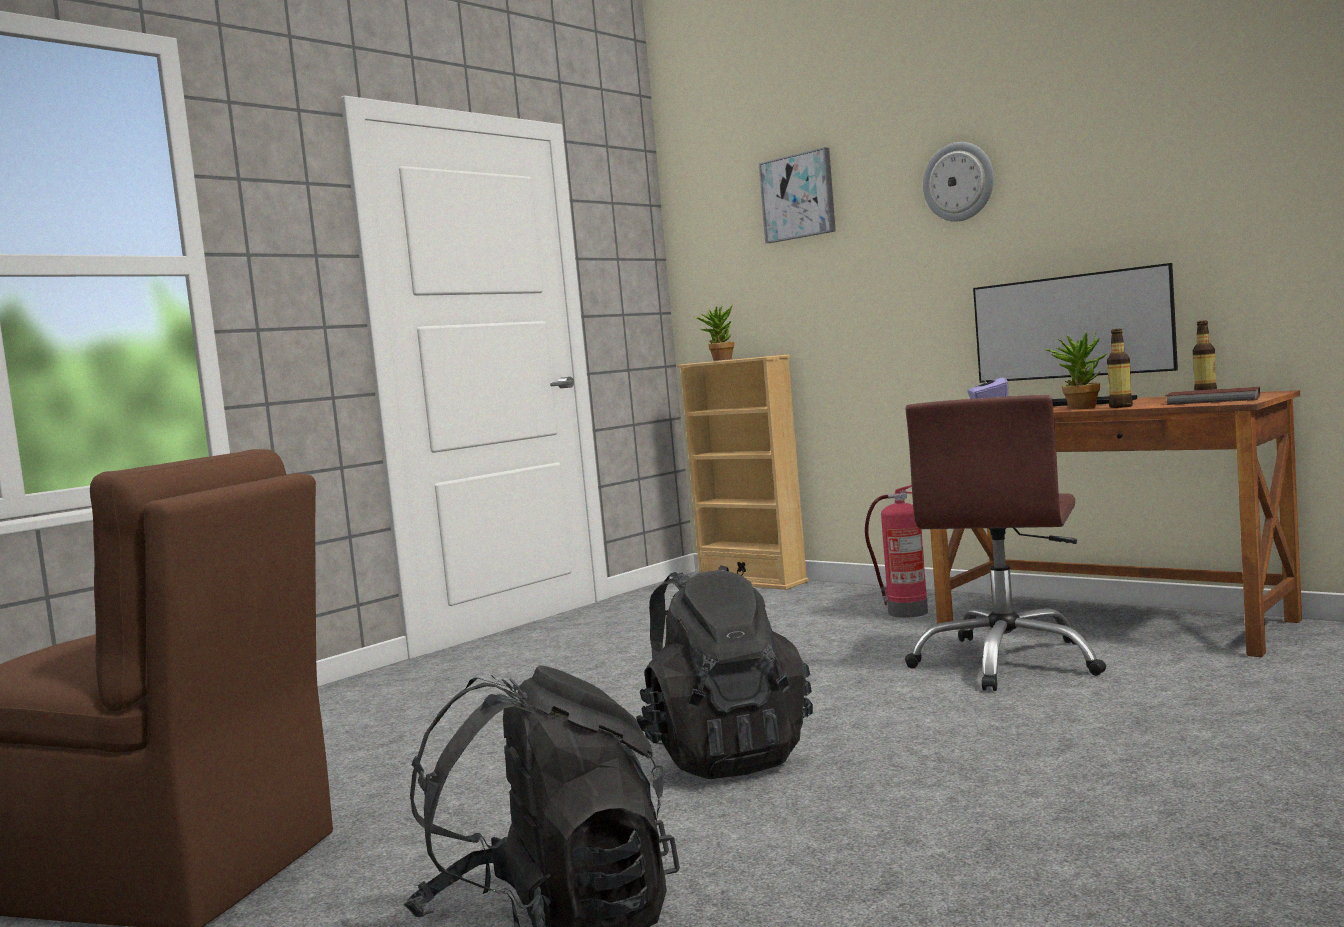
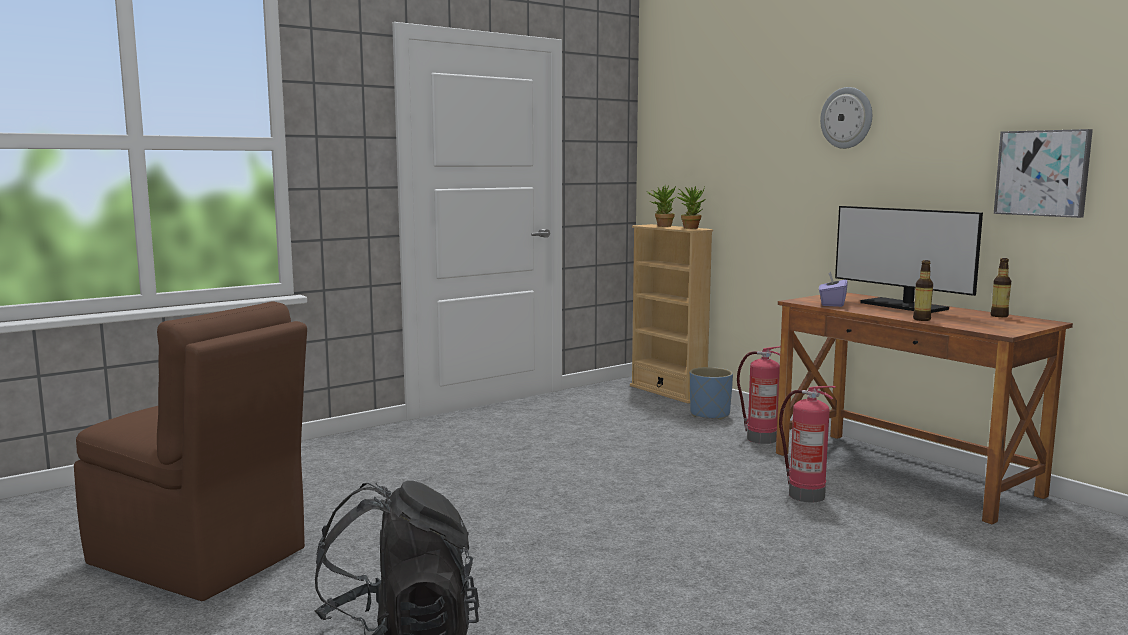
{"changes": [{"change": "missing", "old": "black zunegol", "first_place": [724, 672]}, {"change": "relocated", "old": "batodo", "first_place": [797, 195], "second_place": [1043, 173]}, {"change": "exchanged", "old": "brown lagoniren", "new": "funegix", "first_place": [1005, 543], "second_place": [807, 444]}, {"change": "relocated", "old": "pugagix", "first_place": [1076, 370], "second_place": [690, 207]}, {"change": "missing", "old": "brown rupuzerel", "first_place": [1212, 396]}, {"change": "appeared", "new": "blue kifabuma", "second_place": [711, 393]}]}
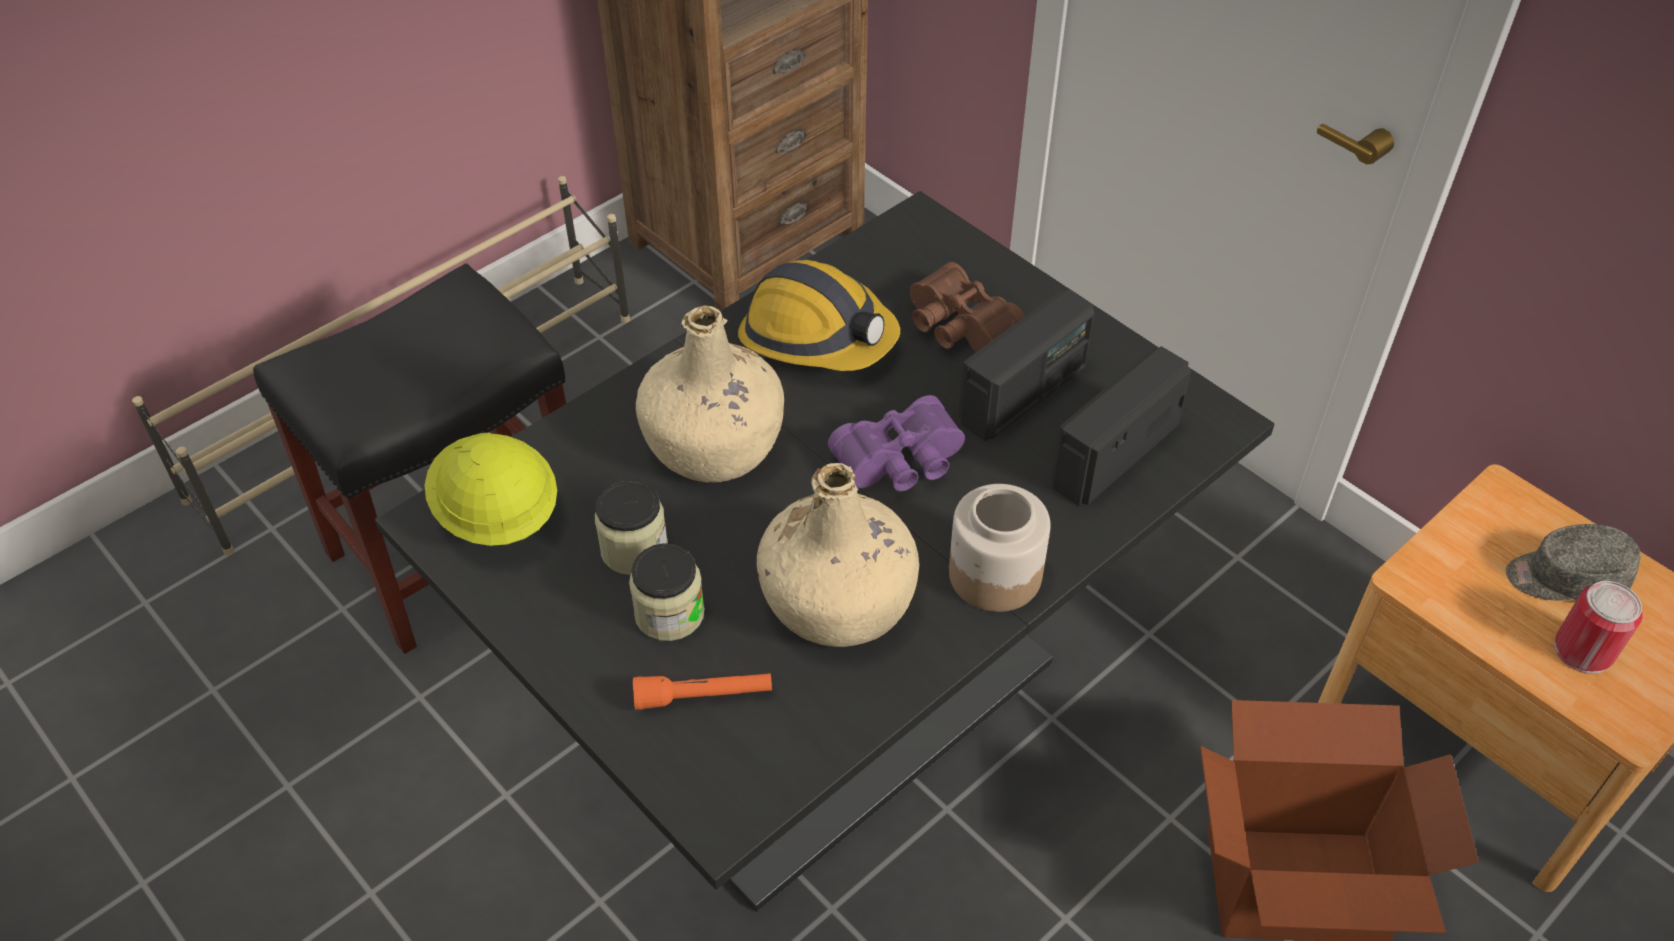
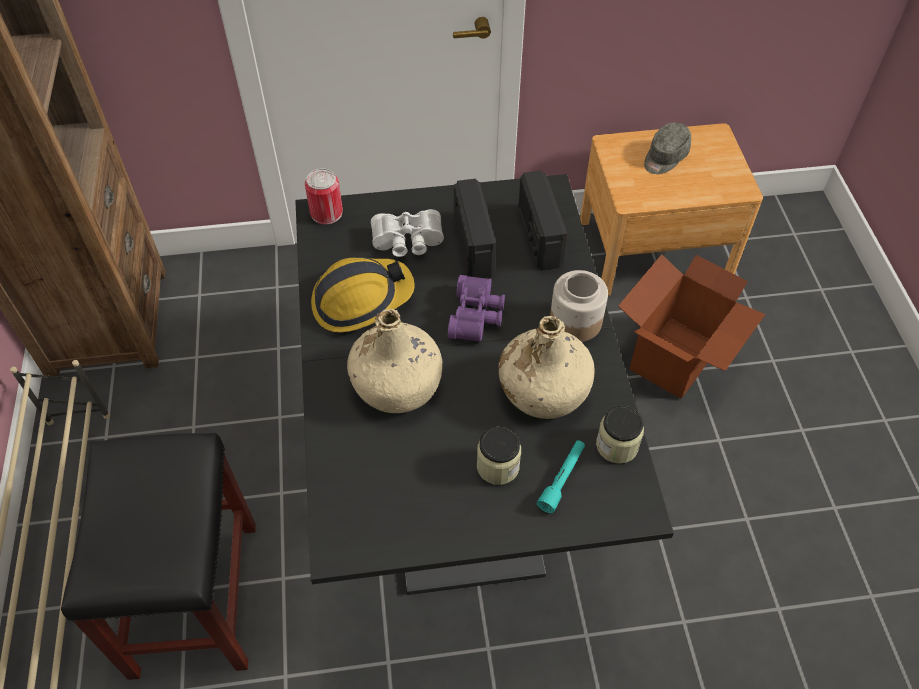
{"changes": [{"change": "missing", "old": "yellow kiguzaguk", "first_place": [491, 489]}, {"change": "relocated", "old": "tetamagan", "first_place": [631, 528], "second_place": [620, 435]}, {"change": "colour", "old": "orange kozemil", "new": "turquoise kozemil", "first_place": [702, 691], "second_place": [561, 476]}, {"change": "colour", "old": "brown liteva", "new": "white liteva", "first_place": [967, 307], "second_place": [407, 233]}, {"change": "relocated", "old": "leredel", "first_place": [1598, 627], "second_place": [324, 196]}]}
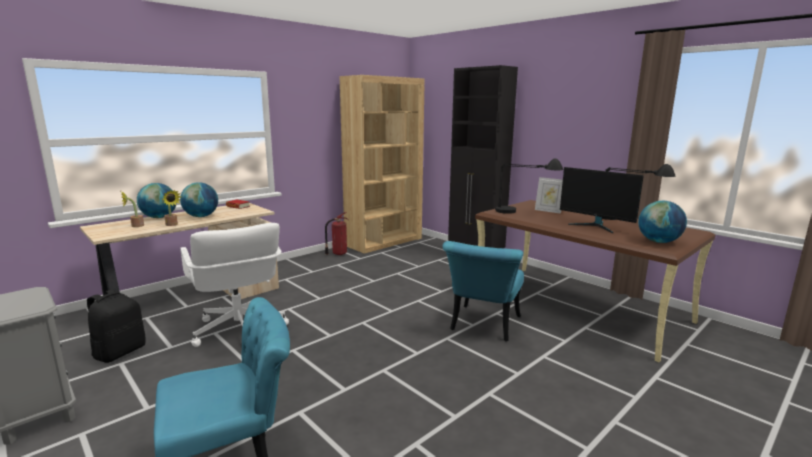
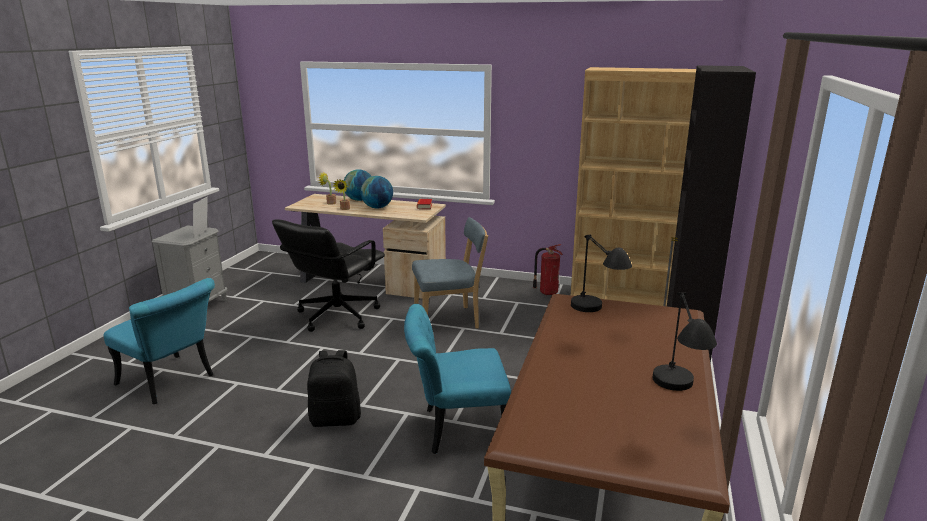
{"changes": [{"change": "relocated", "old": "black zunegol", "first_place": [116, 326], "second_place": [334, 388]}, {"change": "colour", "old": "white lagoniren", "new": "black lagoniren", "first_place": [234, 285], "second_place": [328, 275]}, {"change": "relocated", "old": "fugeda", "first_place": [549, 195], "second_place": [200, 217]}, {"change": "missing", "old": "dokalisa", "first_place": [602, 200]}, {"change": "missing", "old": "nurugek", "first_place": [662, 222]}, {"change": "appeared", "new": "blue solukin", "second_place": [450, 273]}]}
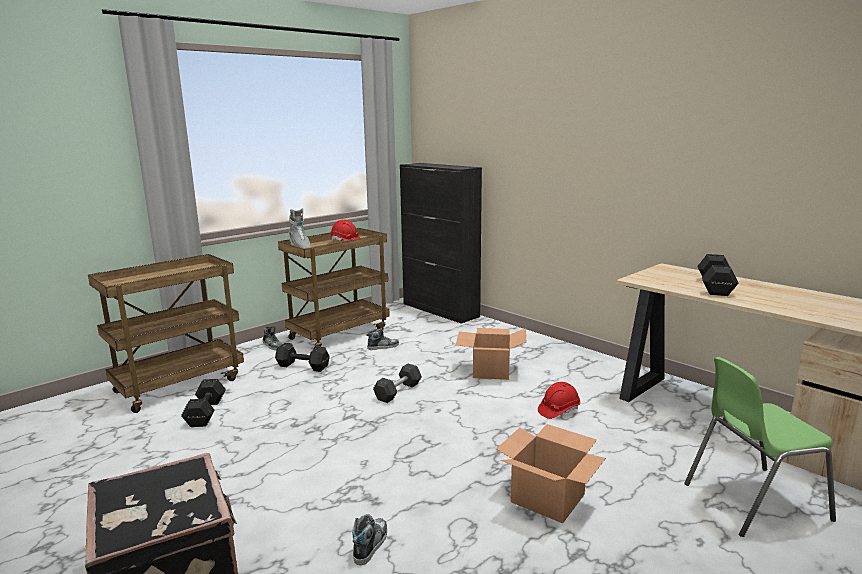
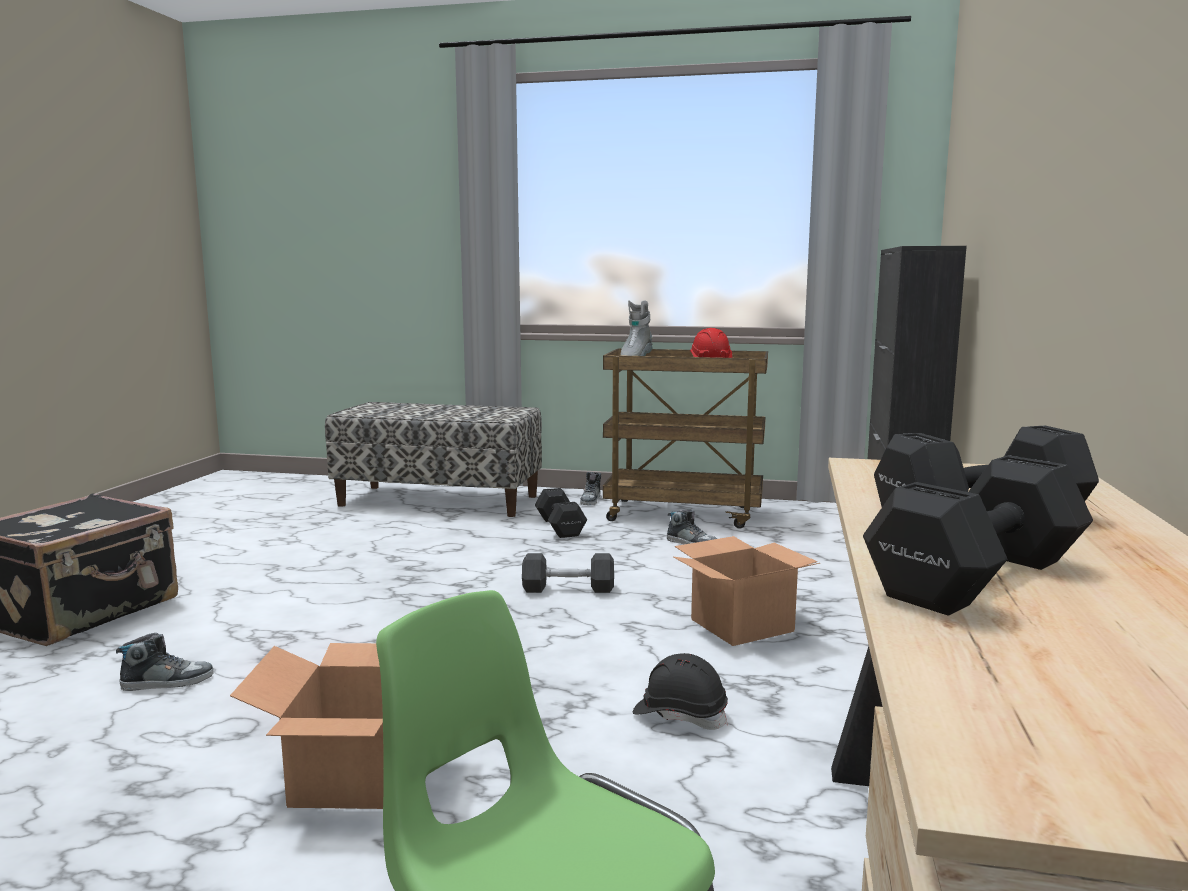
{"changes": [{"change": "exchanged", "old": "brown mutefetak", "new": "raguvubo", "first_place": [166, 333], "second_place": [433, 459]}, {"change": "relocated", "old": "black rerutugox", "first_place": [203, 403], "second_place": [978, 535]}, {"change": "colour", "old": "red kiguzaguk", "new": "black kiguzaguk", "first_place": [559, 400], "second_place": [680, 691]}]}
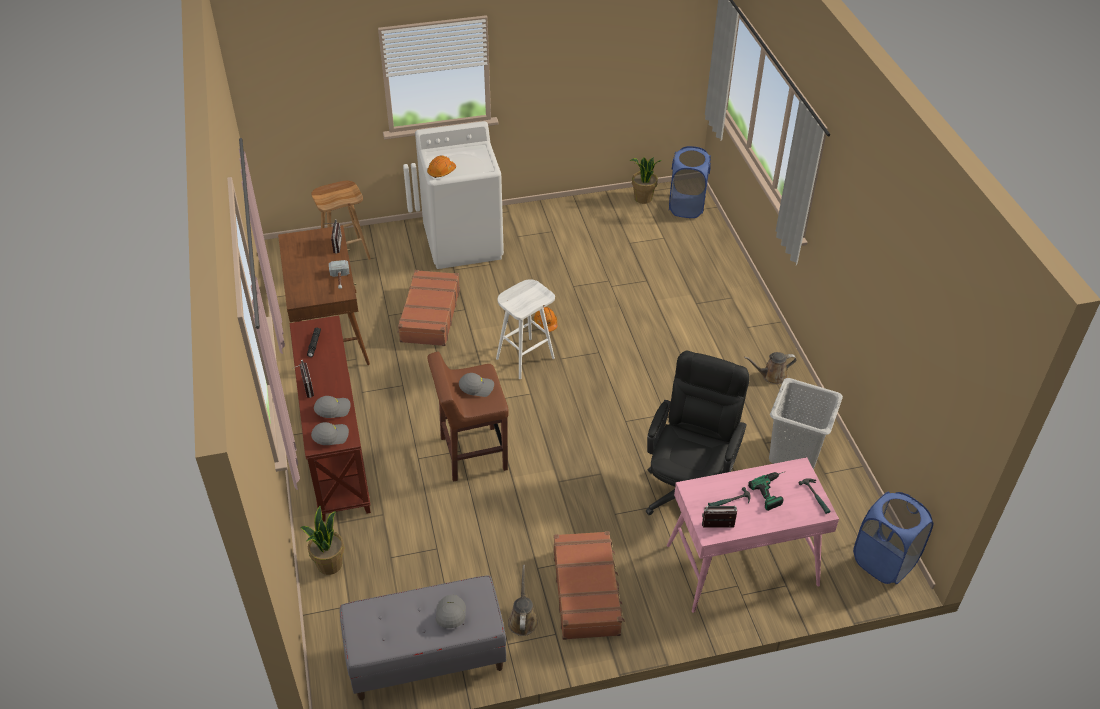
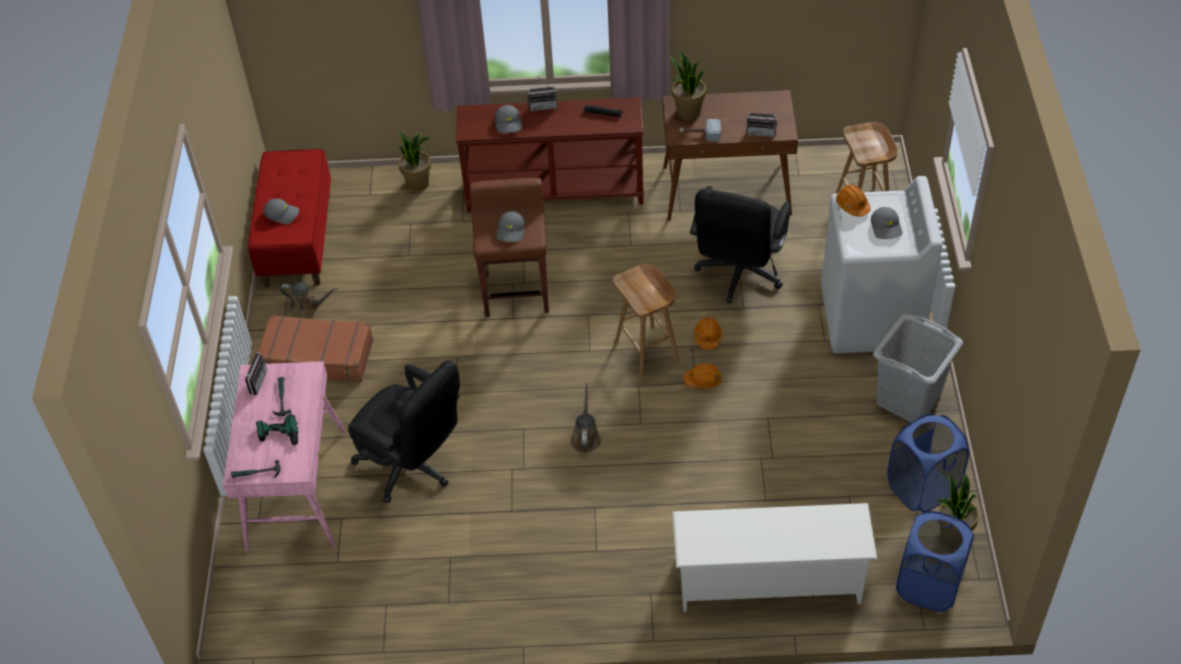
{"changes": [{"change": "relocated", "old": "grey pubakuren", "first_place": [330, 433], "second_place": [886, 223]}, {"change": "colour", "old": "grey raguvubo", "new": "red raguvubo", "first_place": [423, 637], "second_place": [289, 218]}, {"change": "exchanged", "old": "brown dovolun", "new": "black lagoniren", "first_place": [428, 308], "second_place": [740, 244]}, {"change": "colour", "old": "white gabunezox", "new": "brown gabunezox", "first_place": [525, 329], "second_place": [646, 322]}, {"change": "relocated", "old": "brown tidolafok", "first_place": [770, 368], "second_place": [586, 418]}, {"change": "relocated", "old": "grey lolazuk", "first_place": [806, 424], "second_place": [918, 368]}, {"change": "relocated", "old": "blue lolazuk", "first_place": [893, 537], "second_place": [928, 463]}, {"change": "appeared", "new": "pugagix", "second_place": [688, 87]}, {"change": "appeared", "new": "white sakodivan", "second_place": [774, 557]}, {"change": "appeared", "new": "orange kiguzaguk", "second_place": [708, 333]}]}
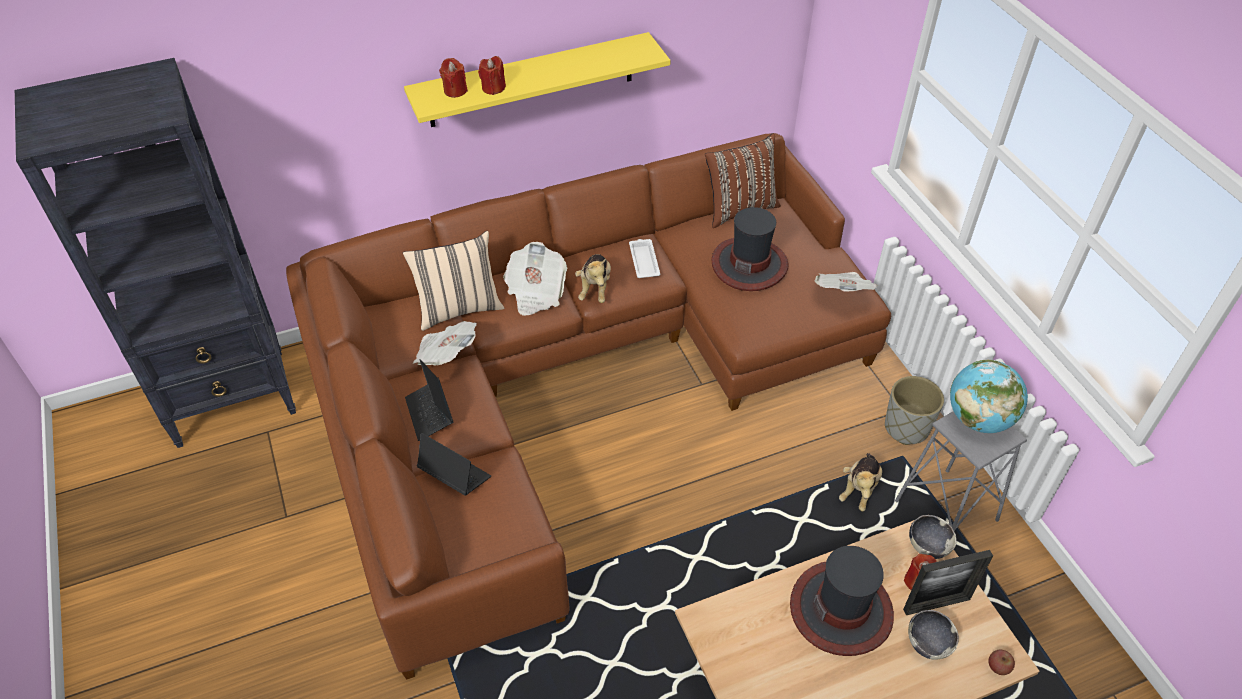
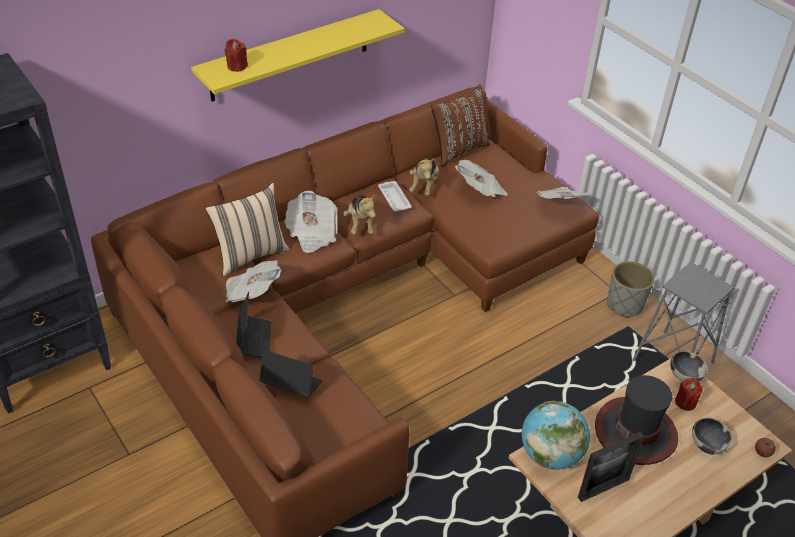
{"changes": [{"change": "spun", "old": "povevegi", "first_place": [429, 400], "second_place": [253, 325], "degrees": -150}, {"change": "missing", "old": "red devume", "first_place": [492, 75]}, {"change": "exchanged", "old": "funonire", "new": "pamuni", "first_place": [750, 249], "second_place": [481, 178]}, {"change": "relocated", "old": "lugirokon", "first_place": [860, 482], "second_place": [424, 177]}, {"change": "relocated", "old": "fugeda", "first_place": [948, 582], "second_place": [611, 467]}, {"change": "relocated", "old": "nurugek", "first_place": [989, 396], "second_place": [555, 435]}]}
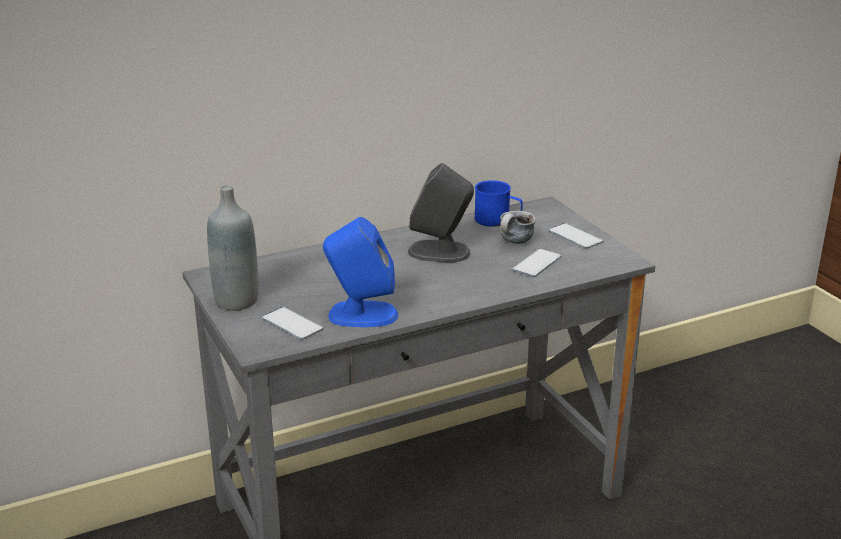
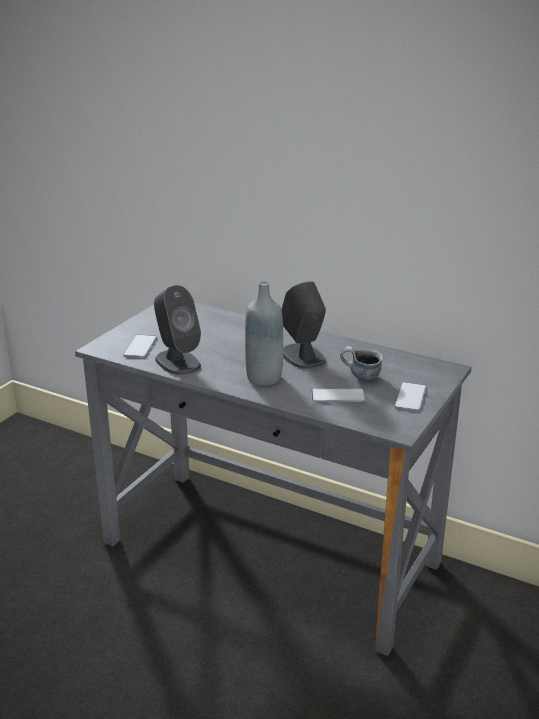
{"changes": [{"change": "relocated", "old": "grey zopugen", "first_place": [233, 248], "second_place": [264, 333]}, {"change": "colour", "old": "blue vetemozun", "new": "grey vetemozun", "first_place": [360, 272], "second_place": [177, 330]}, {"change": "missing", "old": "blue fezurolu", "first_place": [499, 203]}]}
